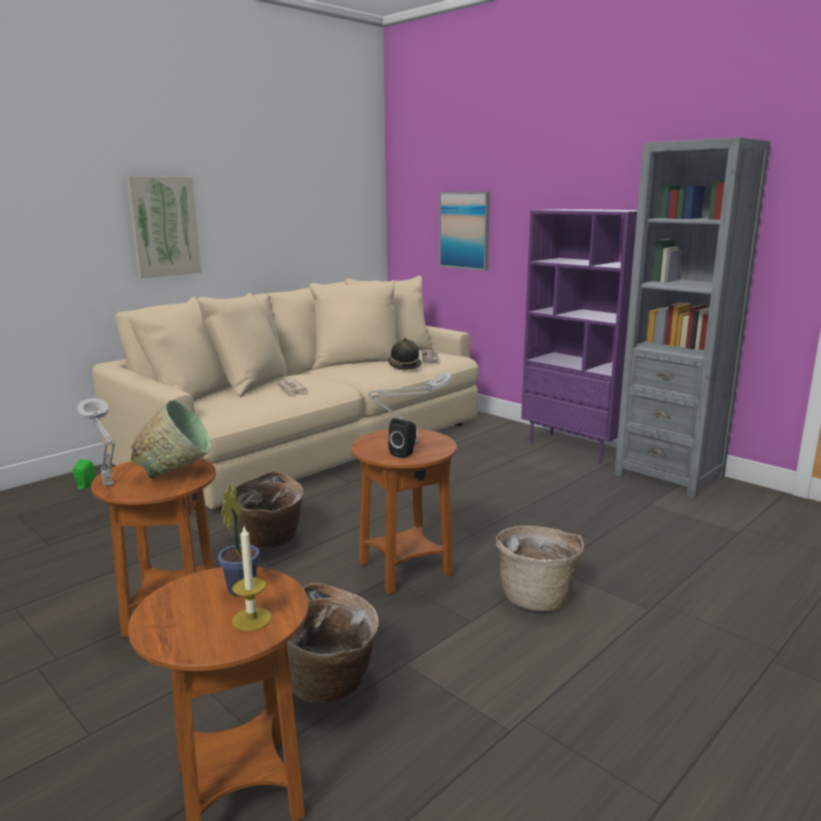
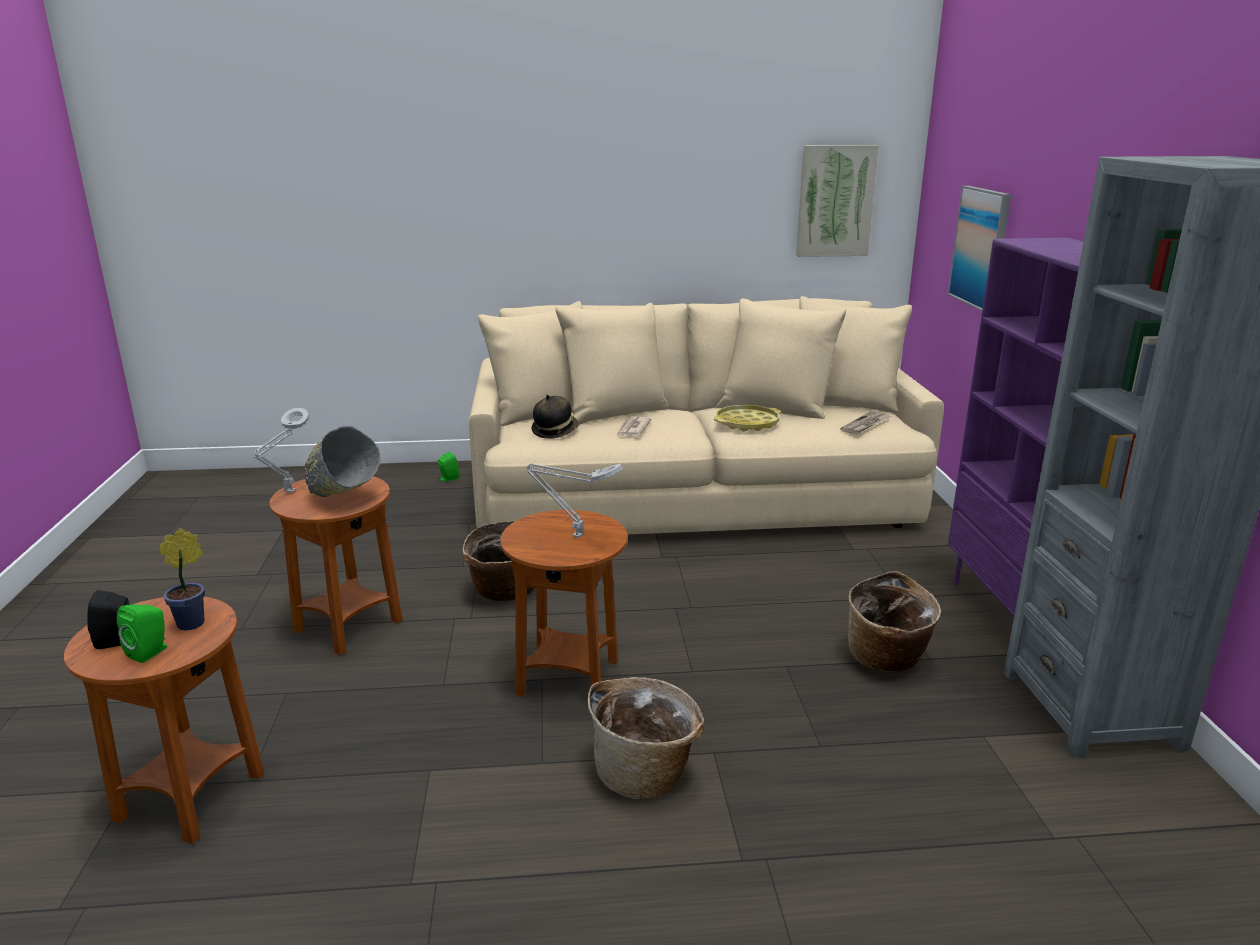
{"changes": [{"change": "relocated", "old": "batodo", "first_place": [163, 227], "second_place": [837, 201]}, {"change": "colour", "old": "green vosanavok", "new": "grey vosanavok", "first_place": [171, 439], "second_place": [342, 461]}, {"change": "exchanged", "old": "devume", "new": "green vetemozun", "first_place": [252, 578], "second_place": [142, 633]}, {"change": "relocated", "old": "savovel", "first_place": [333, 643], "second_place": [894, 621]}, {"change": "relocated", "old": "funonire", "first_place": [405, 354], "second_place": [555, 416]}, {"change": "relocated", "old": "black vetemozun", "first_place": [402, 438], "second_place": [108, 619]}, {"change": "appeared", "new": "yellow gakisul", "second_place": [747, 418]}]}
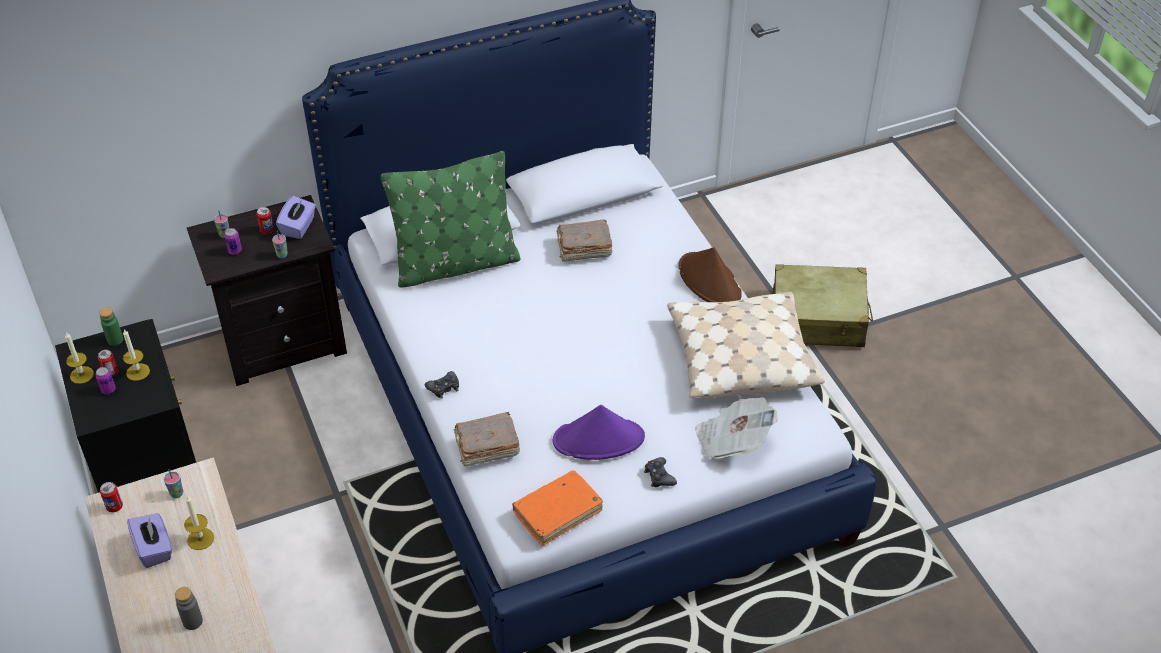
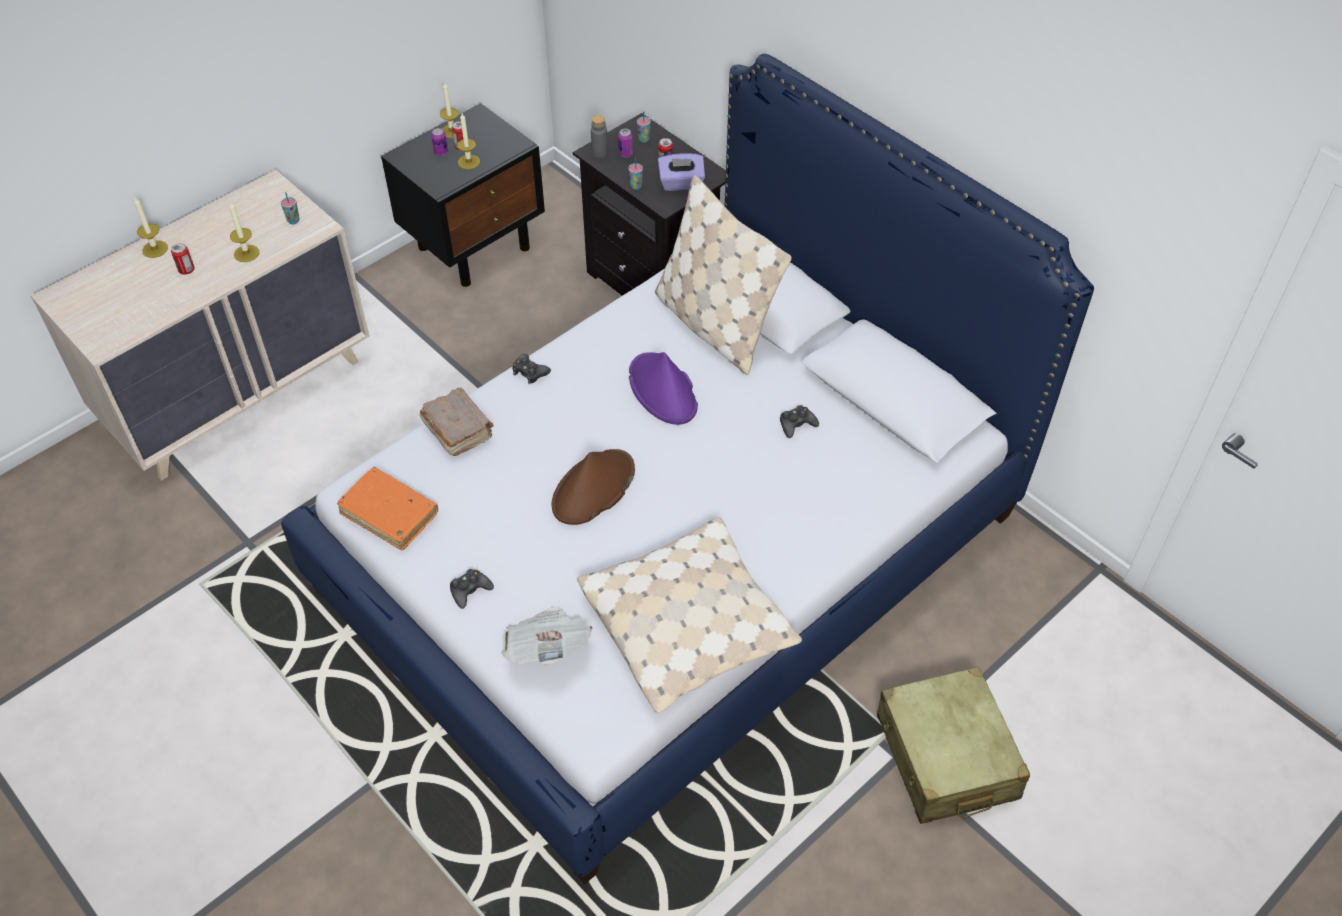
{"changes": [{"change": "missing", "old": "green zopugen", "first_place": [111, 326]}, {"change": "relocated", "old": "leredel", "first_place": [111, 497], "second_place": [183, 259]}, {"change": "missing", "old": "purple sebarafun", "first_place": [149, 540]}, {"change": "relocated", "old": "grey zopugen", "first_place": [189, 608], "second_place": [599, 136]}, {"change": "colour", "old": "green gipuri", "new": "beige gipuri", "first_place": [451, 219], "second_place": [723, 275]}, {"change": "relocated", "old": "purple funonire", "first_place": [599, 432], "second_place": [663, 388]}, {"change": "exchanged", "old": "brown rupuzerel", "new": "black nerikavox", "first_place": [585, 240], "second_place": [799, 421]}, {"change": "relocated", "old": "brown funonire", "first_place": [710, 274], "second_place": [593, 487]}, {"change": "appeared", "new": "devume", "second_place": [151, 228]}]}
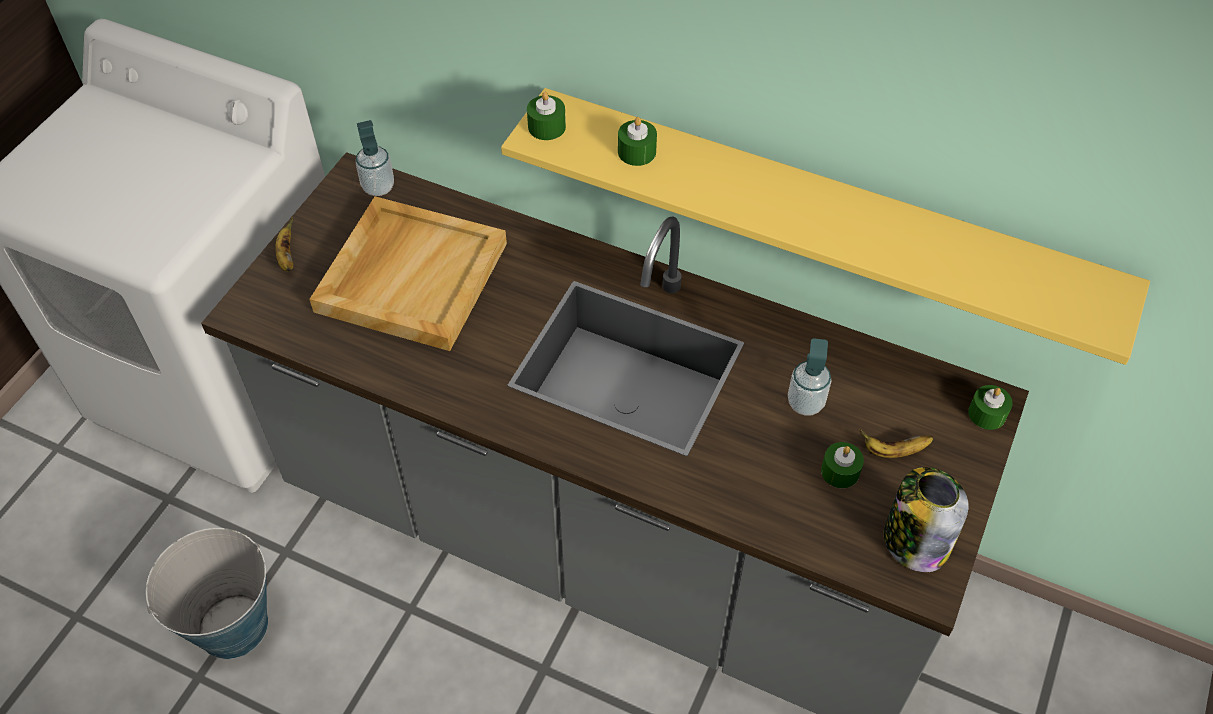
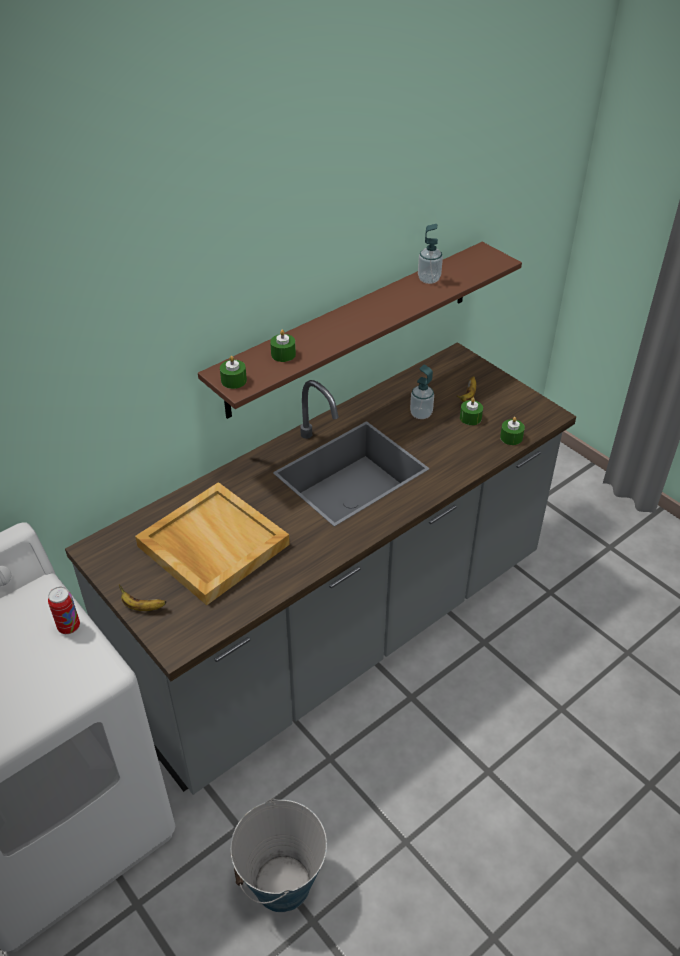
{"changes": [{"change": "relocated", "old": "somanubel", "first_place": [375, 158], "second_place": [430, 254]}, {"change": "colour", "old": "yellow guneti", "new": "brown guneti", "first_place": [825, 226], "second_place": [360, 330]}, {"change": "missing", "old": "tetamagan", "first_place": [926, 519]}, {"change": "relocated", "old": "green devume", "first_place": [990, 407], "second_place": [512, 431]}, {"change": "appeared", "new": "leredel", "second_place": [64, 610]}]}
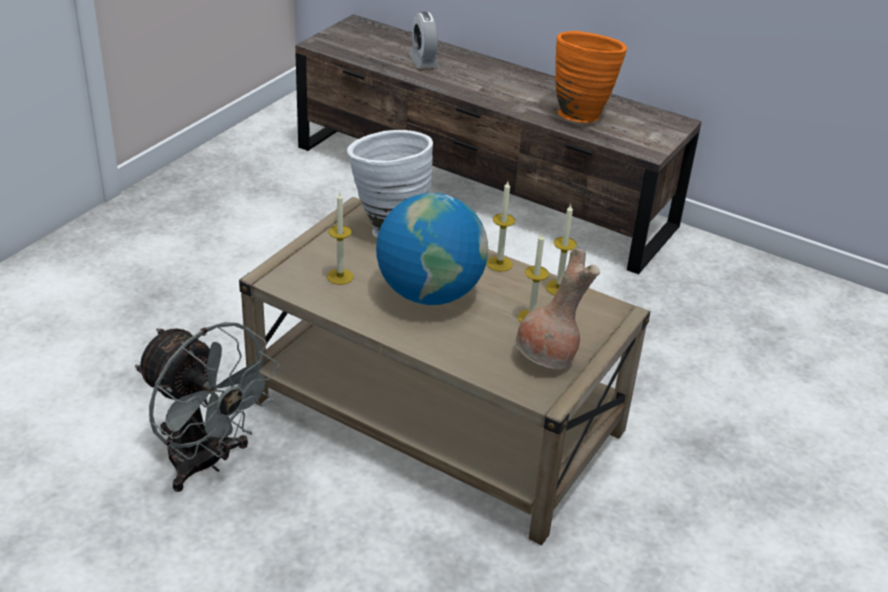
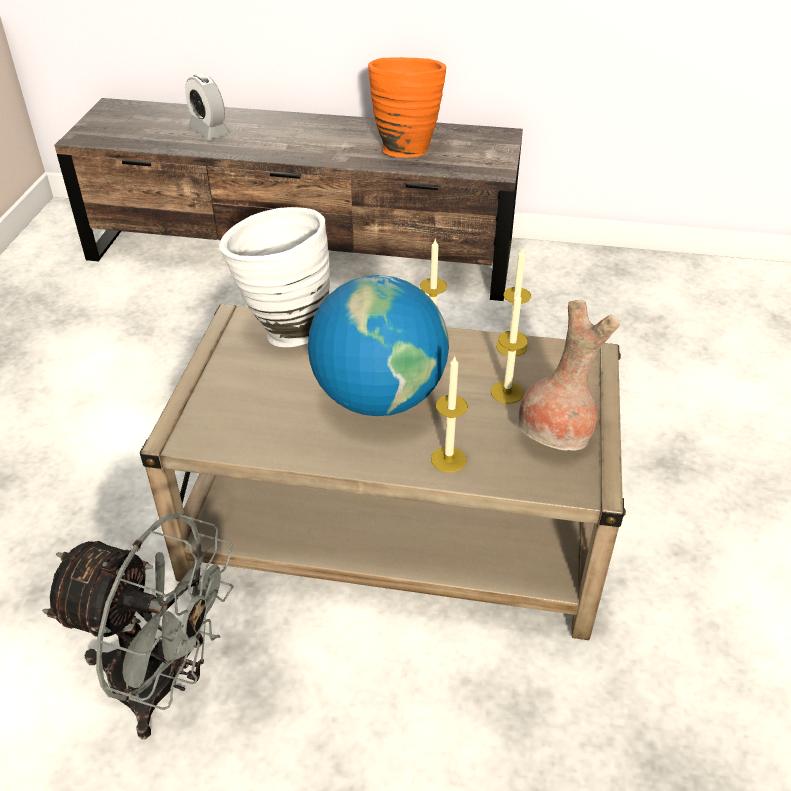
{"changes": [{"change": "relocated", "old": "devume", "first_place": [340, 238], "second_place": [449, 414]}]}
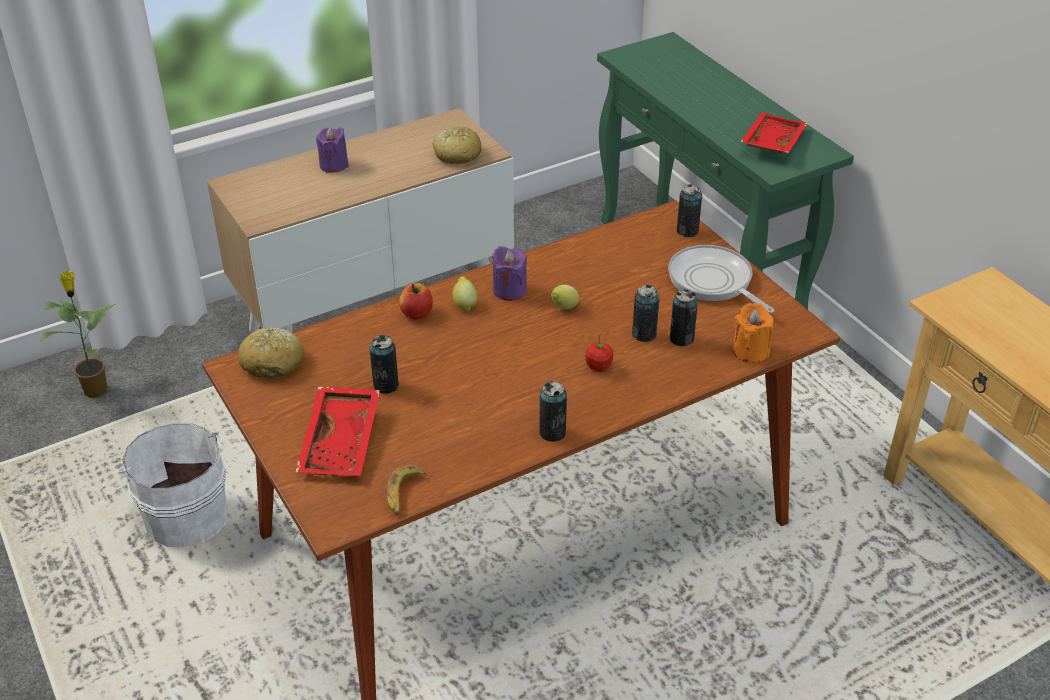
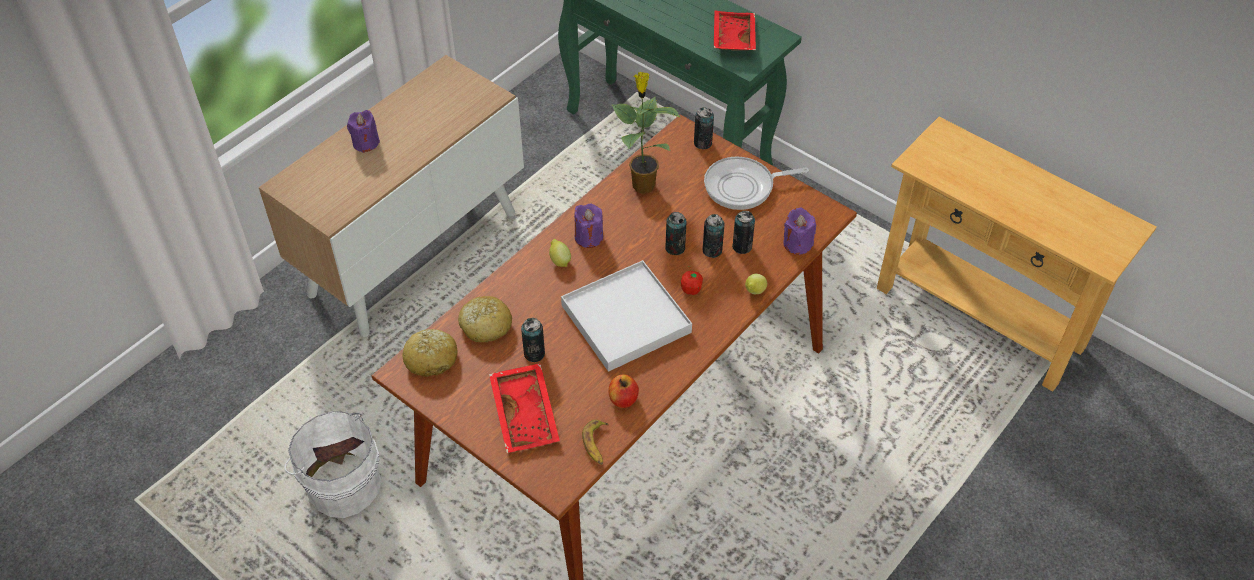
{"changes": [{"change": "relocated", "old": "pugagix", "first_place": [76, 334], "second_place": [646, 133]}, {"change": "relocated", "old": "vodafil", "first_place": [416, 301], "second_place": [624, 391]}, {"change": "relocated", "old": "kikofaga", "first_place": [457, 145], "second_place": [485, 319]}, {"change": "relocated", "old": "leredel", "first_place": [553, 411], "second_place": [675, 233]}, {"change": "relocated", "old": "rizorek", "first_place": [565, 297], "second_place": [756, 284]}, {"change": "spun", "old": "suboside", "first_place": [721, 279], "second_place": [756, 183], "degrees": -45}, {"change": "colour", "old": "orange devume", "new": "purple devume", "first_place": [753, 333], "second_place": [799, 231]}, {"change": "appeared", "new": "white gakisul", "second_place": [626, 316]}]}
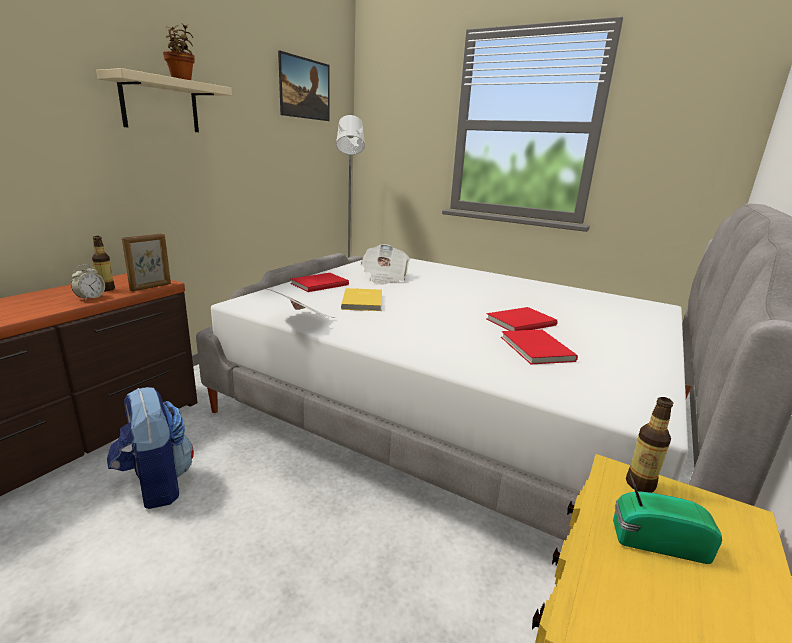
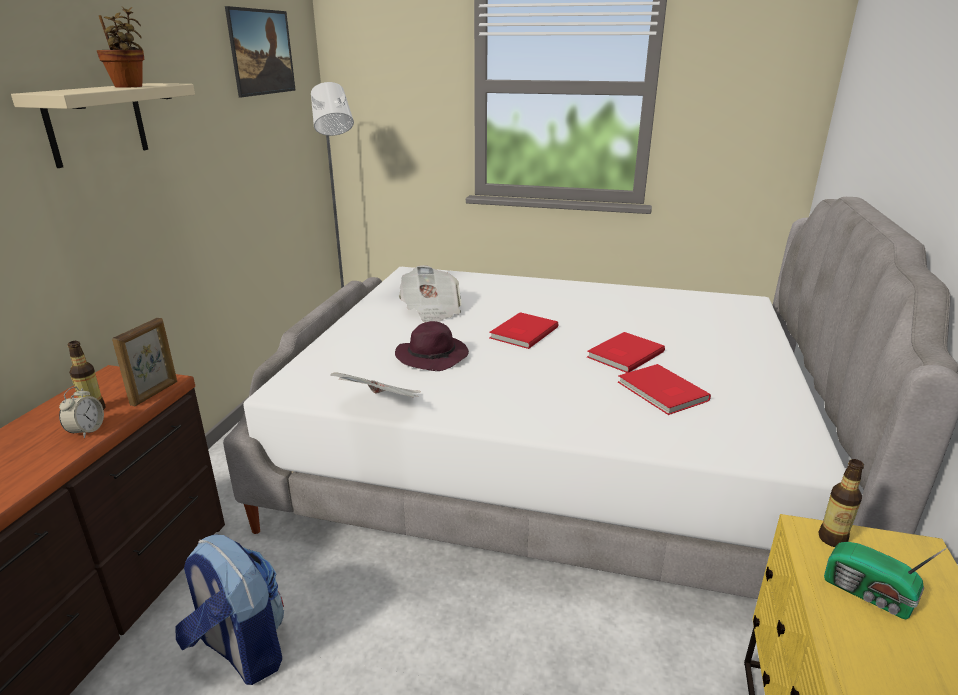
{"changes": [{"change": "relocated", "old": "red rupuzerel", "first_place": [319, 282], "second_place": [524, 330]}, {"change": "exchanged", "old": "yellow rupuzerel", "new": "purple funonire", "first_place": [361, 299], "second_place": [432, 346]}, {"change": "spun", "old": "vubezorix", "first_place": [667, 519], "second_place": [886, 580], "degrees": -135}]}
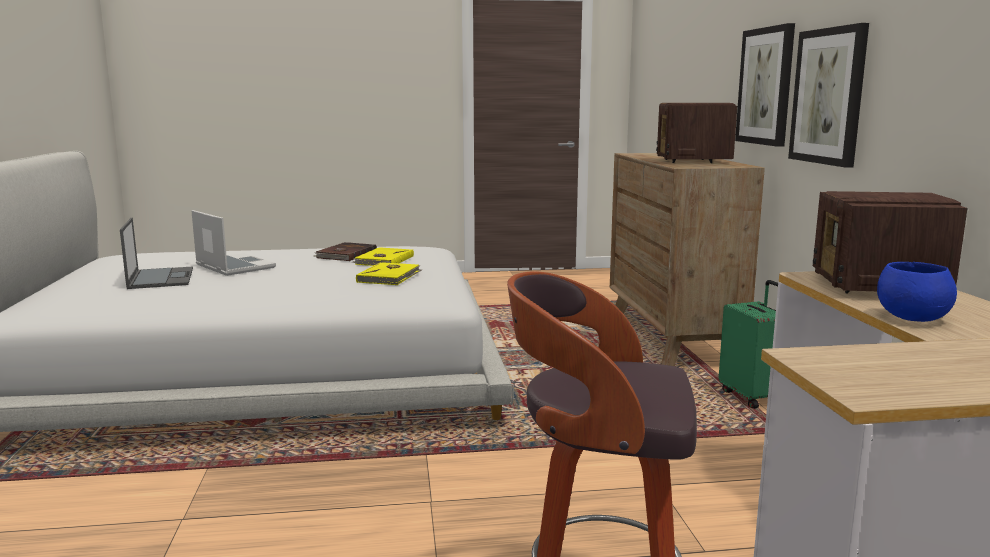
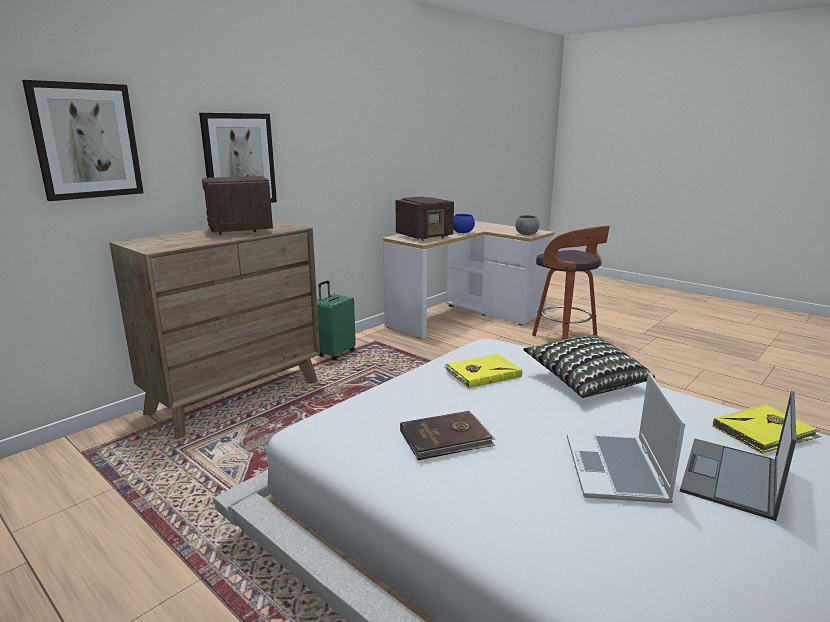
{"changes": [{"change": "relocated", "old": "yellow rupuzerel", "first_place": [383, 256], "second_place": [767, 429]}, {"change": "spun", "old": "vubezorix", "first_place": [696, 133], "second_place": [237, 205], "degrees": 105}, {"change": "relocated", "old": "batodo", "first_place": [828, 95], "second_place": [83, 140]}, {"change": "appeared", "new": "grey vosanavok", "second_place": [527, 225]}, {"change": "appeared", "new": "gipuri", "second_place": [589, 366]}]}
